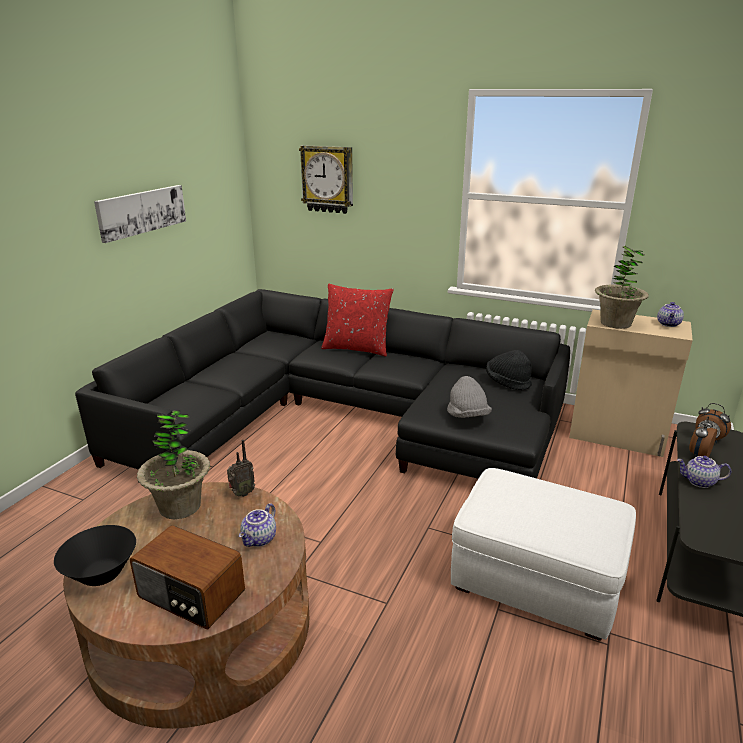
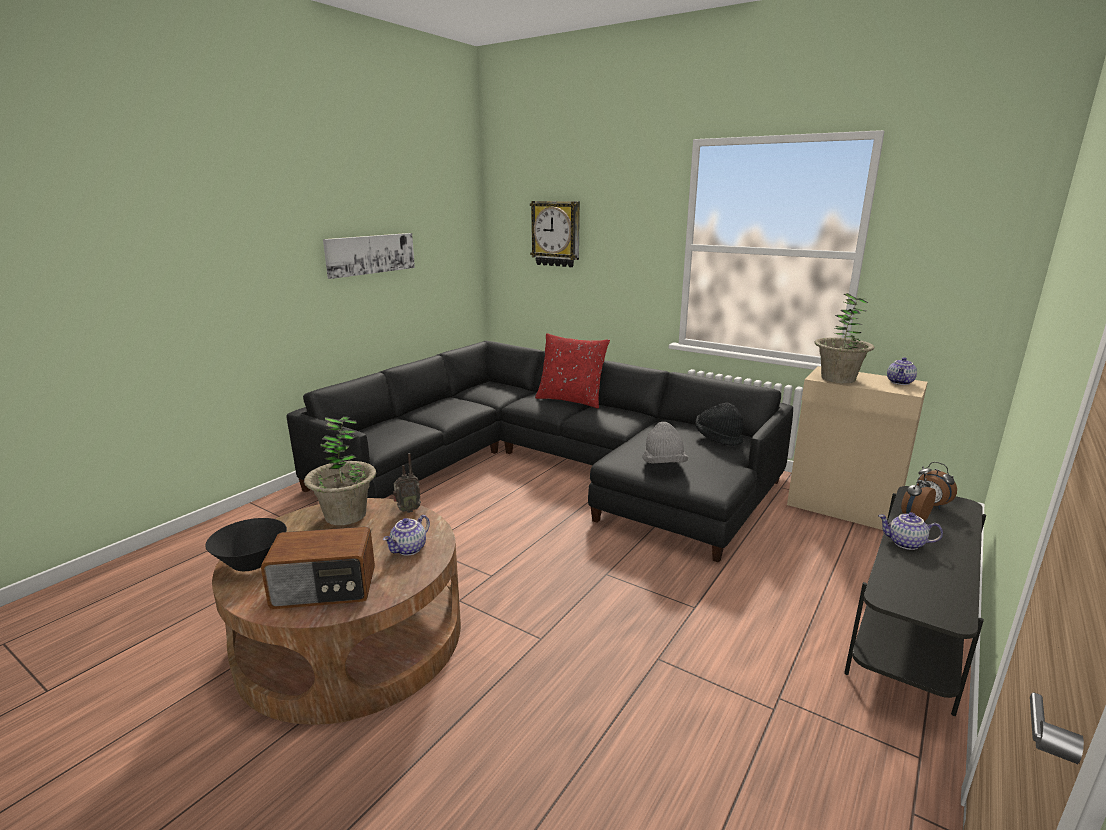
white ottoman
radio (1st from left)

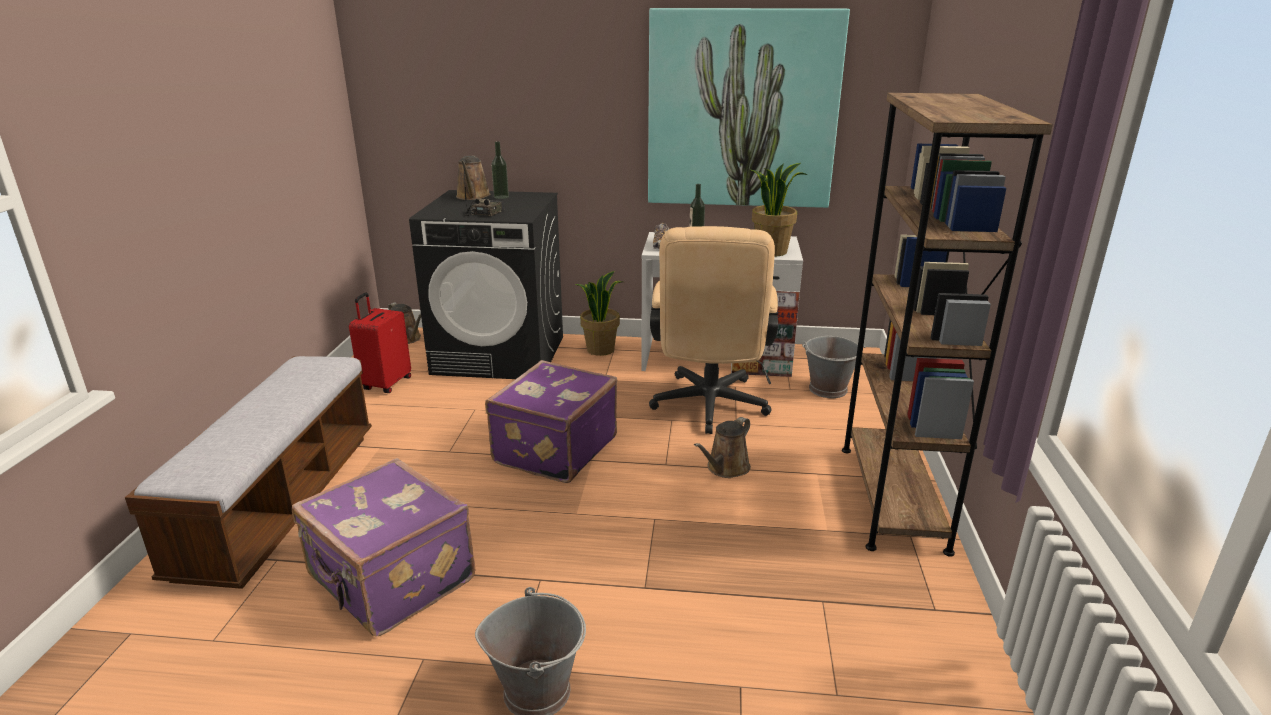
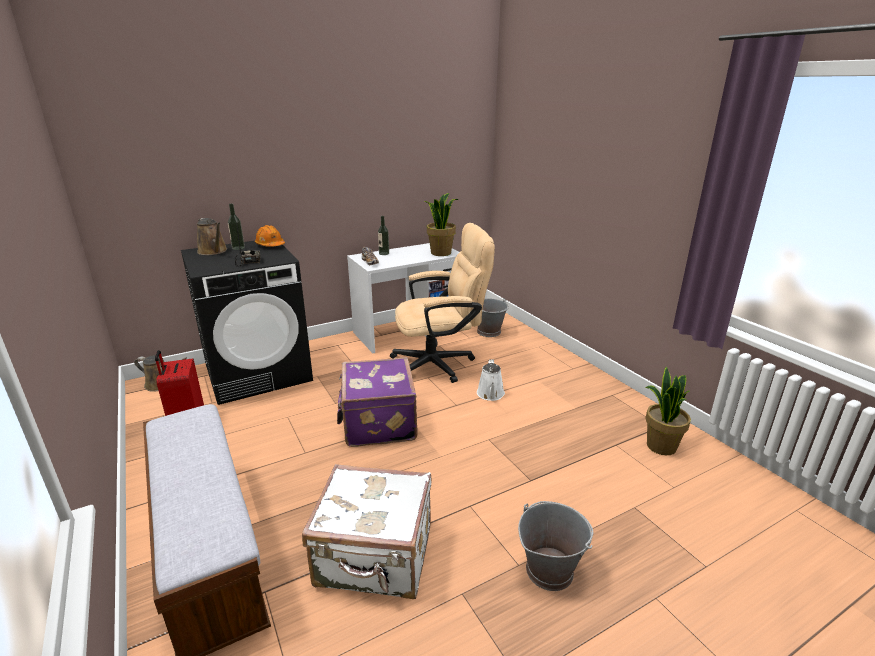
picture
brown bookcase
beige office chair
potted plant (2nd from left)
white watering can
white suitcase
orange hard hat

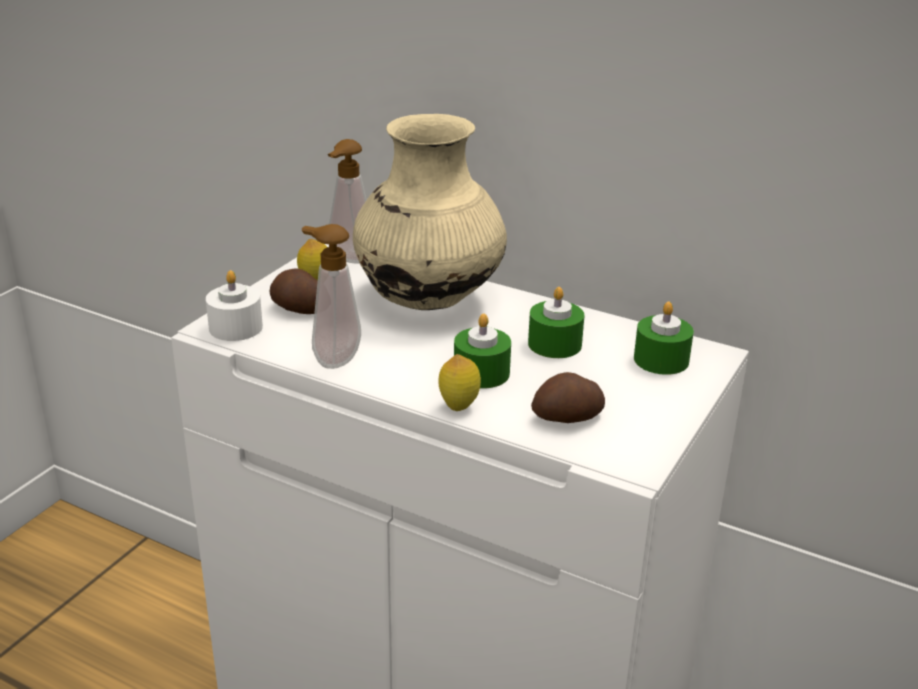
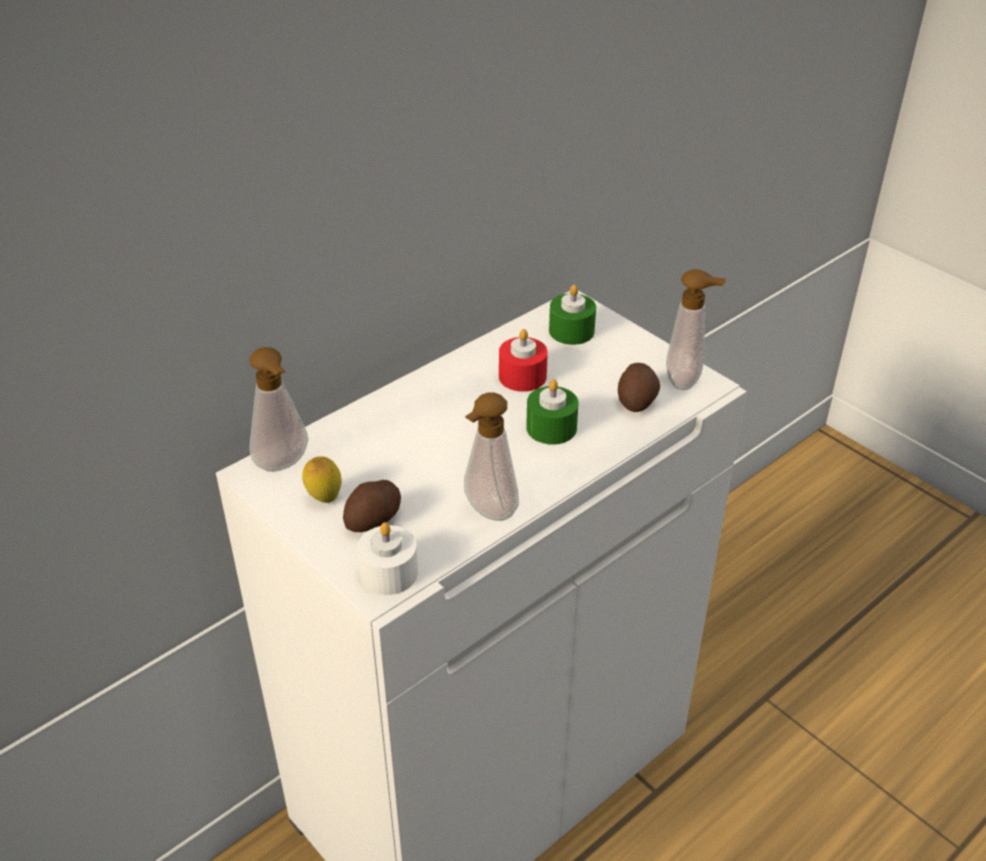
beige vase
red candle
lemon (2nd from left in the first image)
soap dispenser (3rd from left)

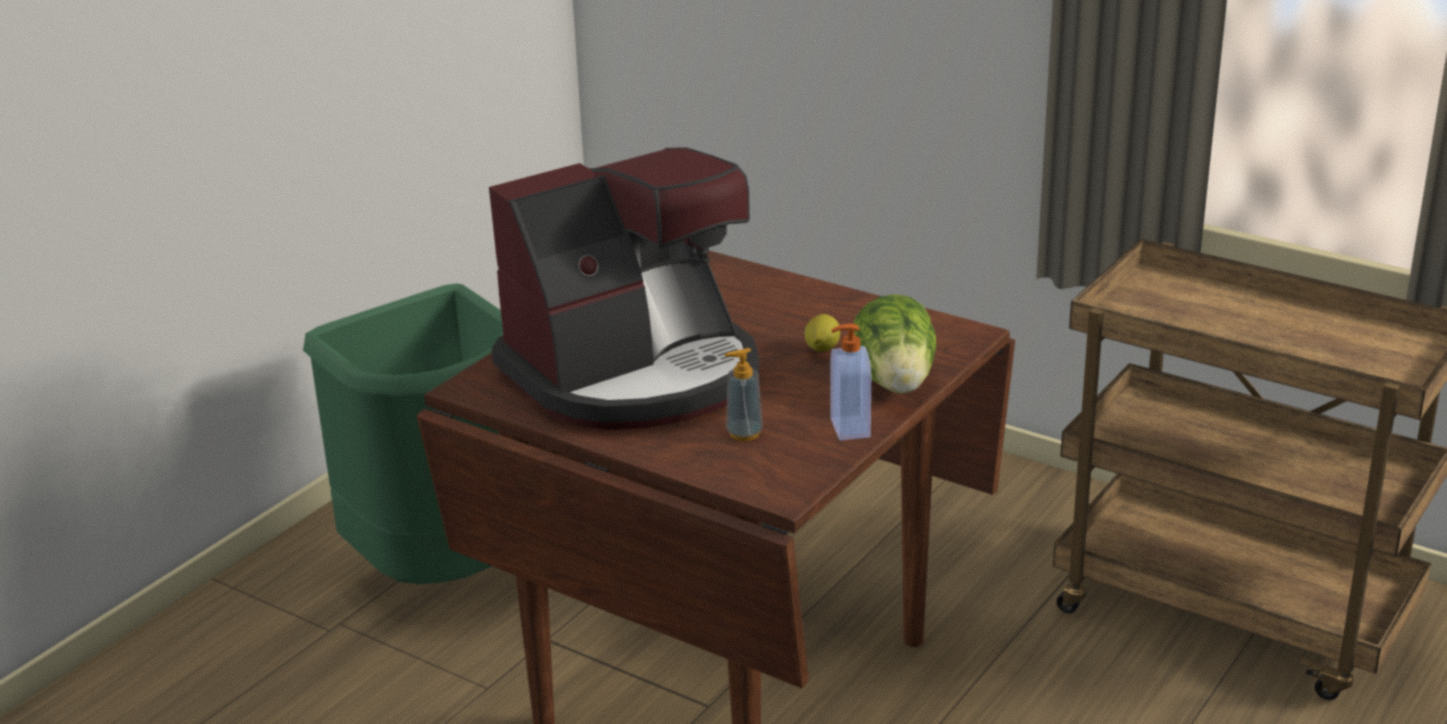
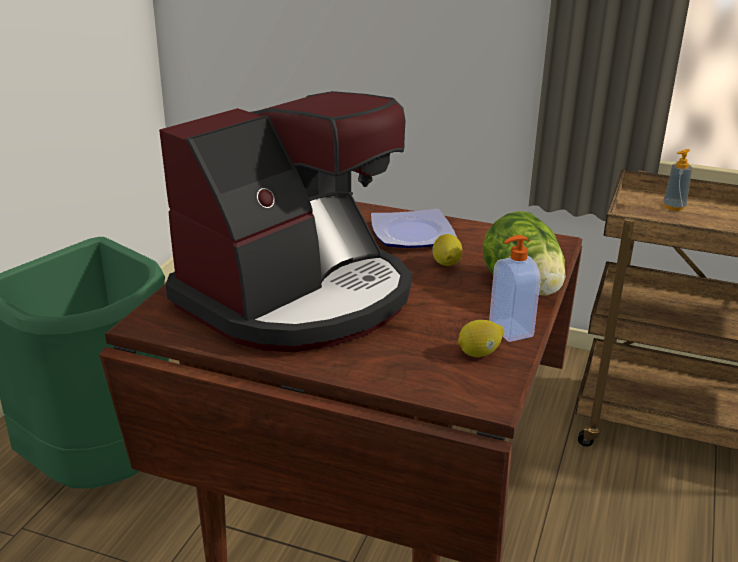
soap dispenser (2nd from left)
plate
lemon (2nd from left)

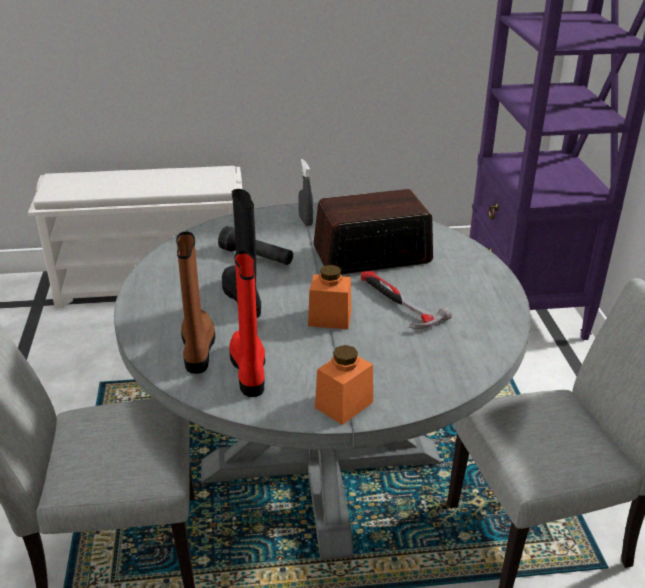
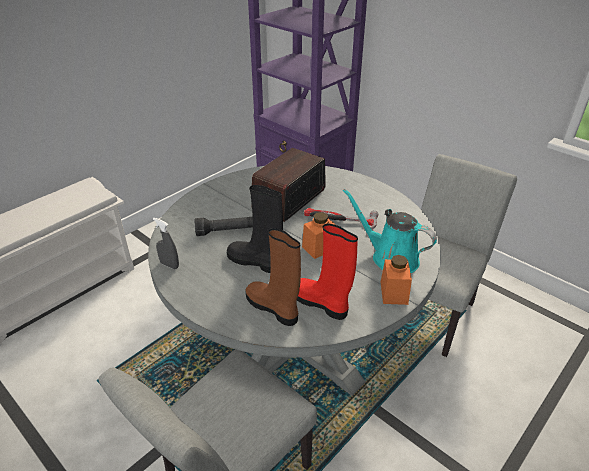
grey spray bottle
turquoise watering can

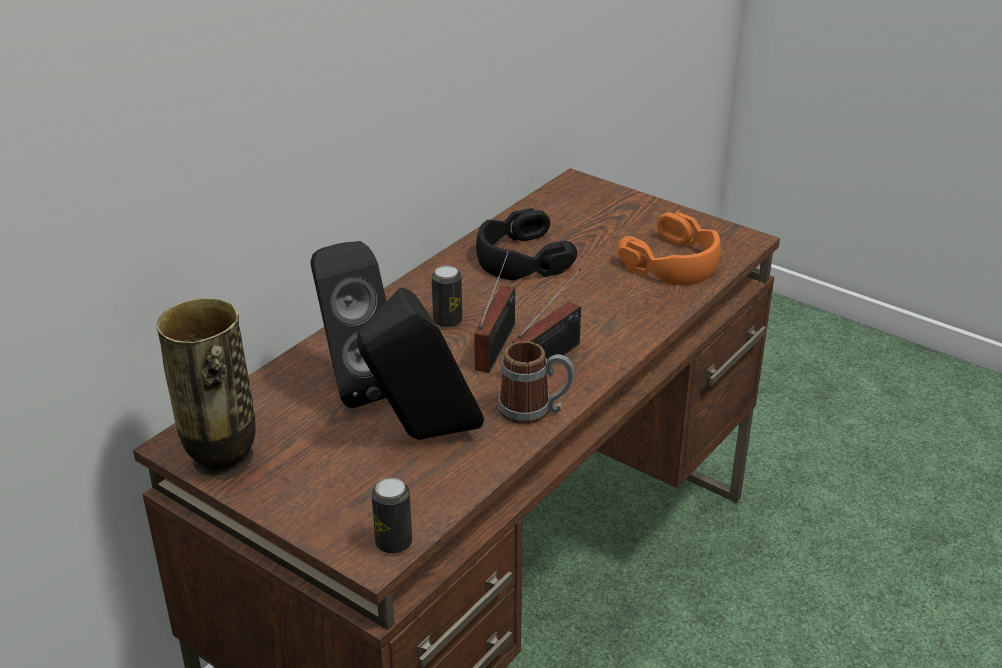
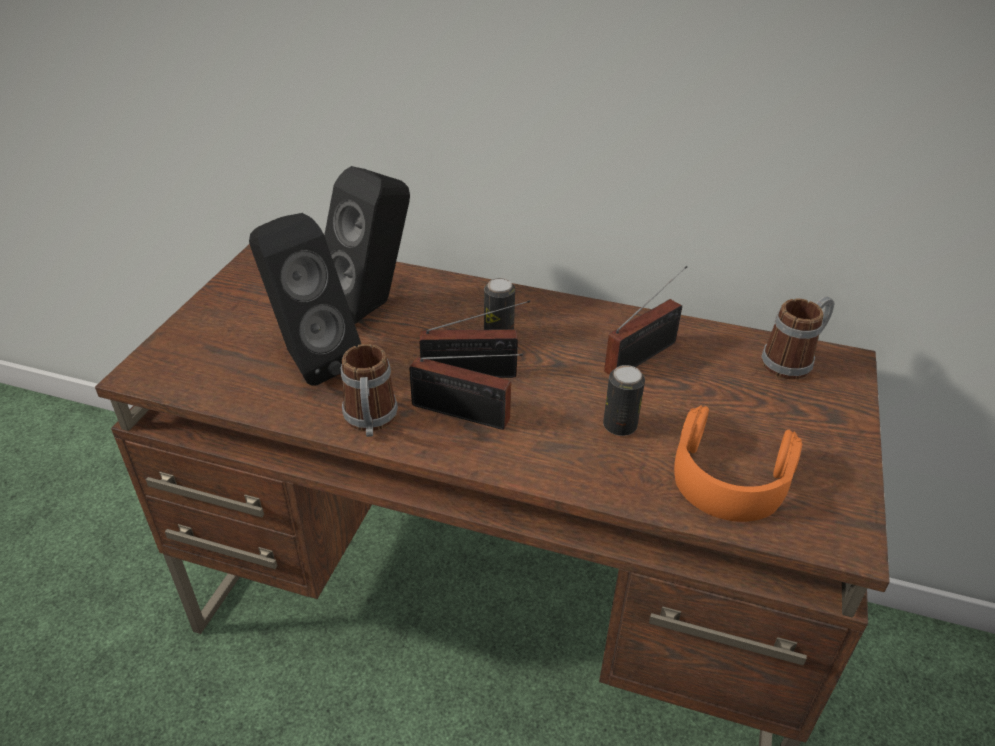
radio (3rd from left)
vase
can (2nd from left)
mug (2nd from left)

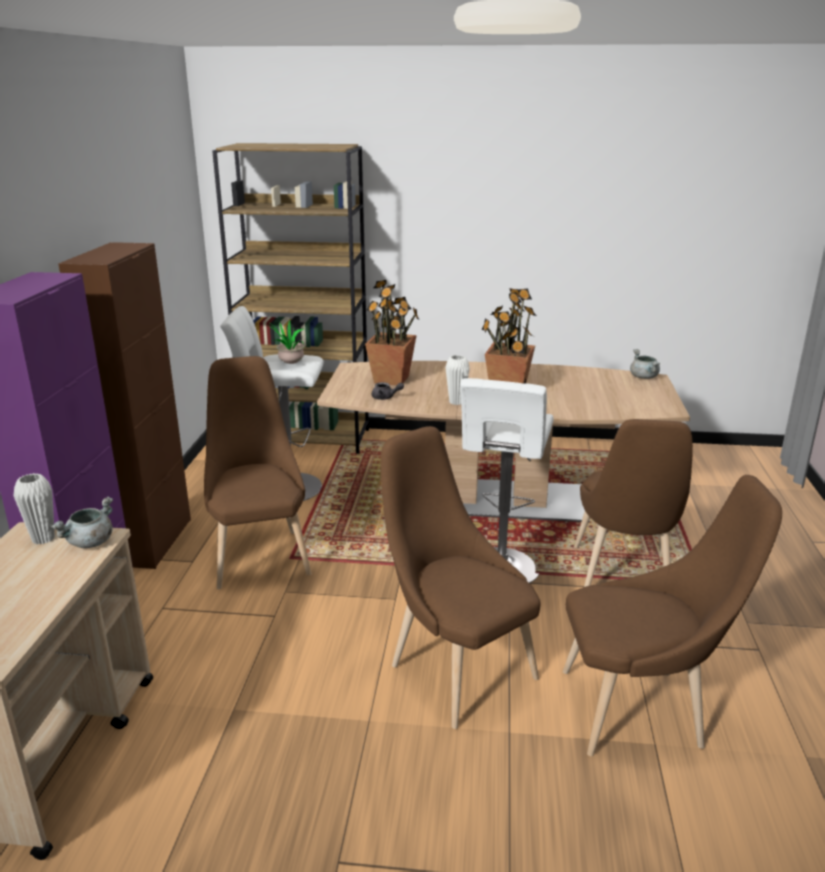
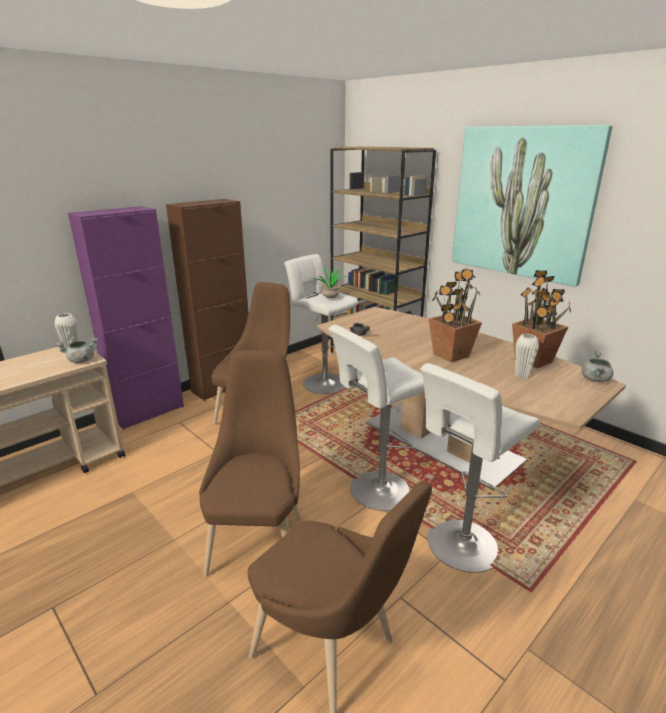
potted plant (3rd from left)
white vase (2nd from left)
white stool (3rd from left)
picture

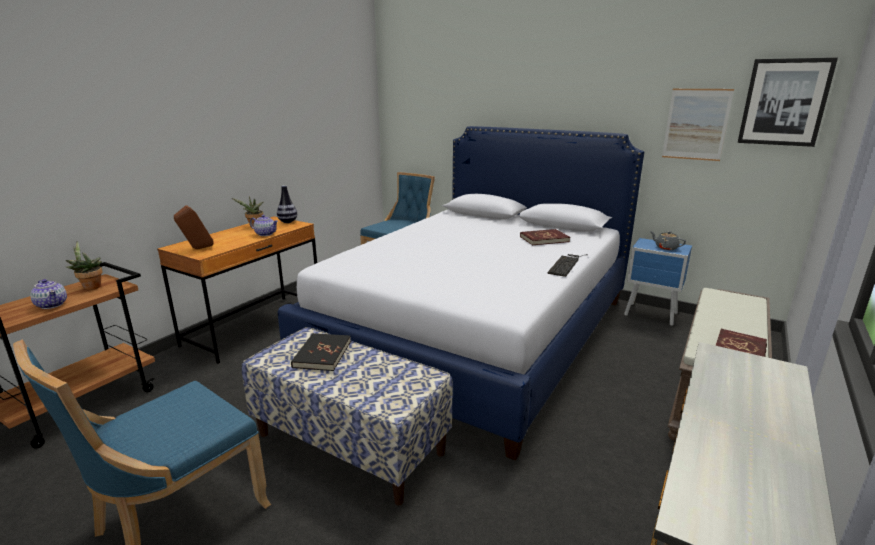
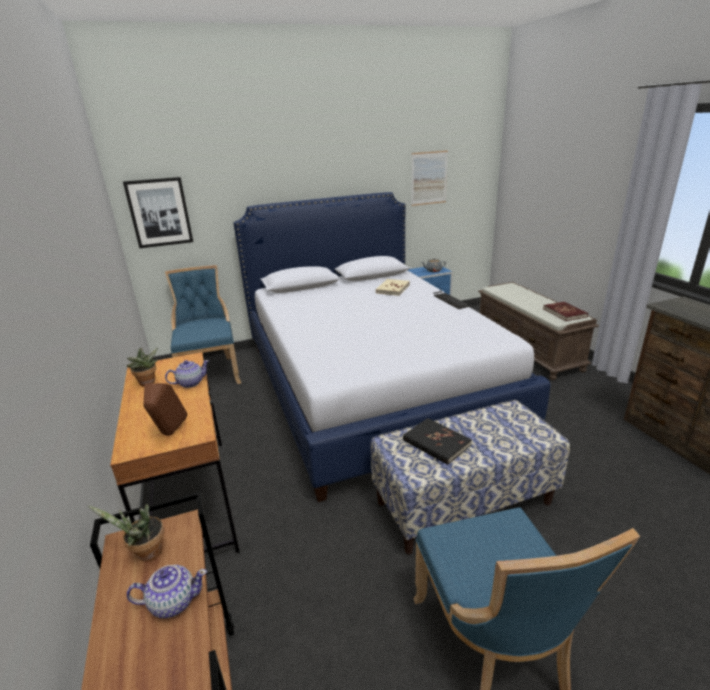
picture (1st from left)
vase
beige book

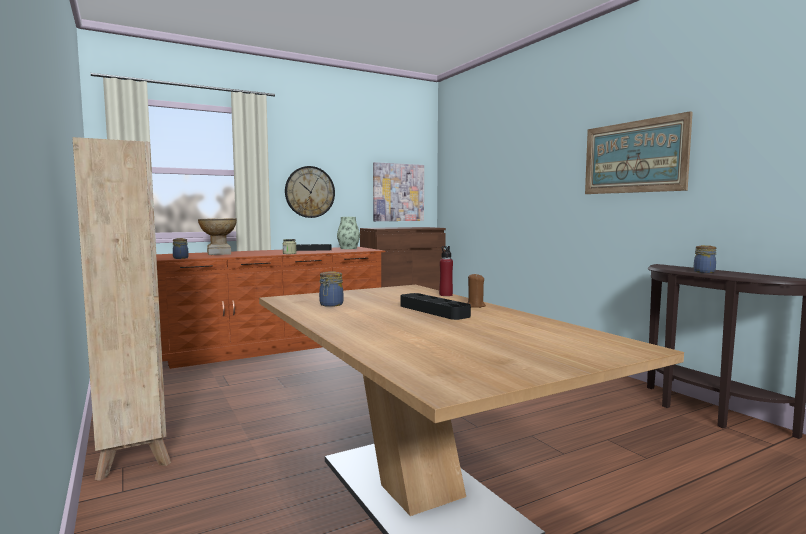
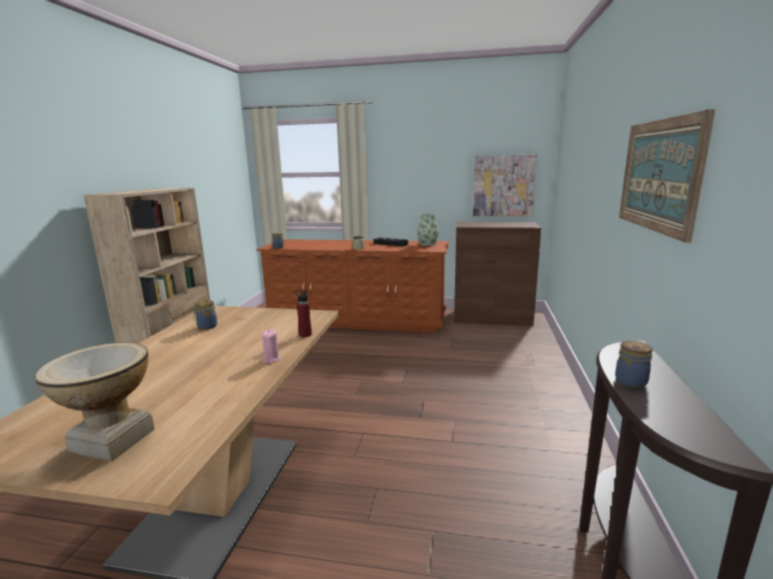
wall clock
vase (1st from left)
pink candle
black tray (2nd from left in the first image)

